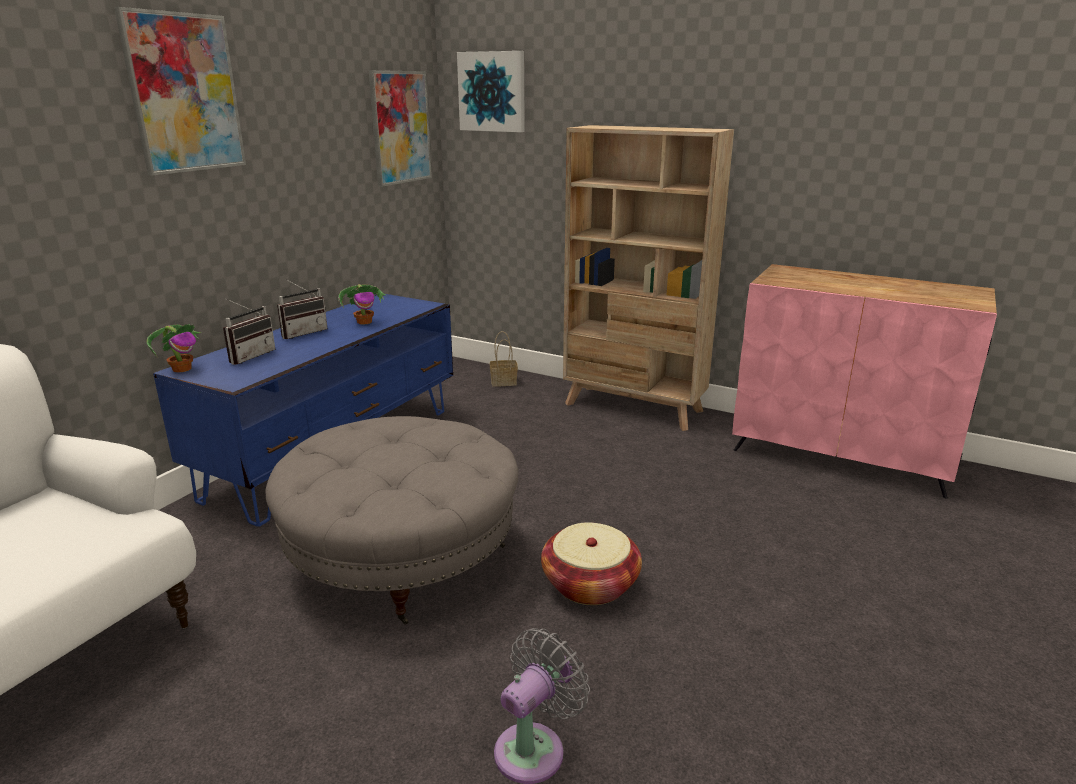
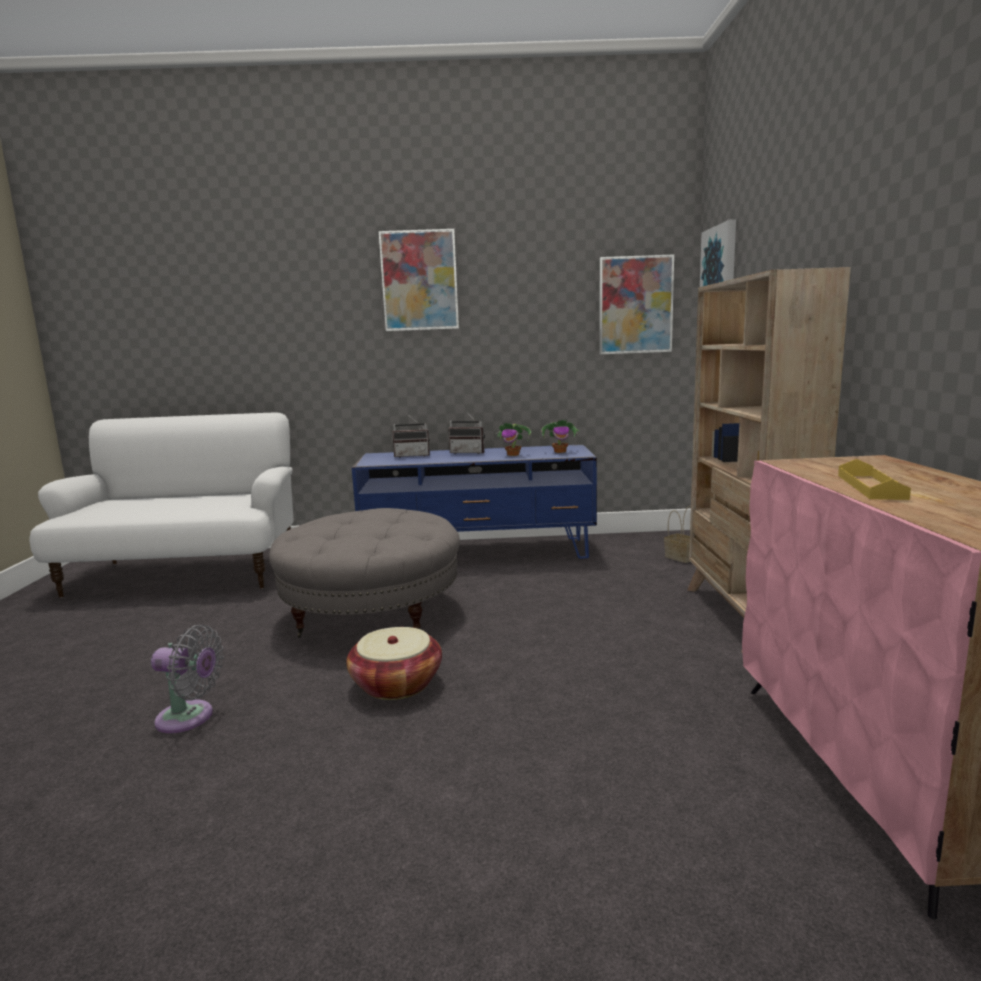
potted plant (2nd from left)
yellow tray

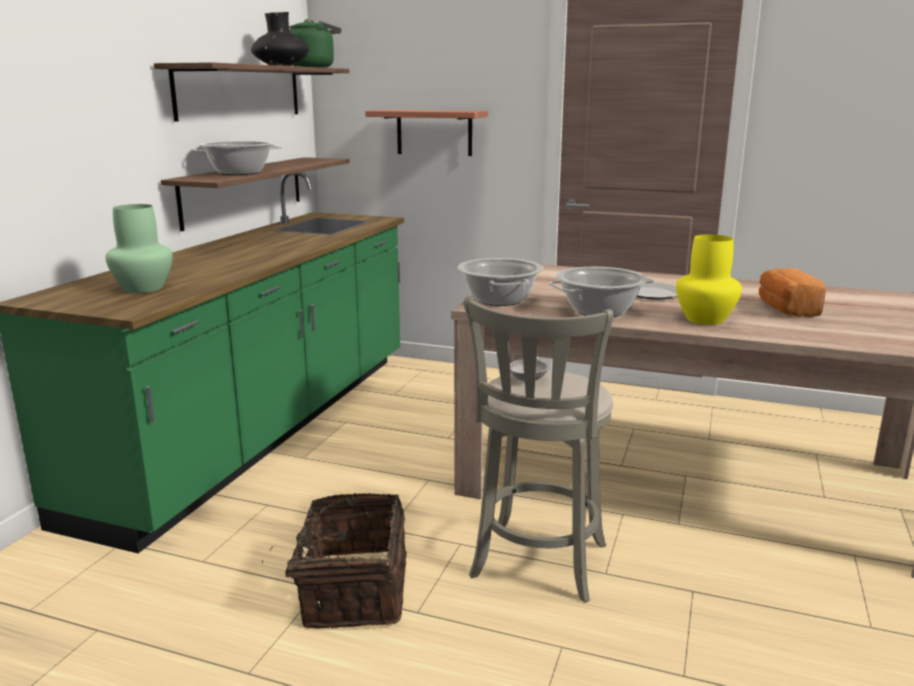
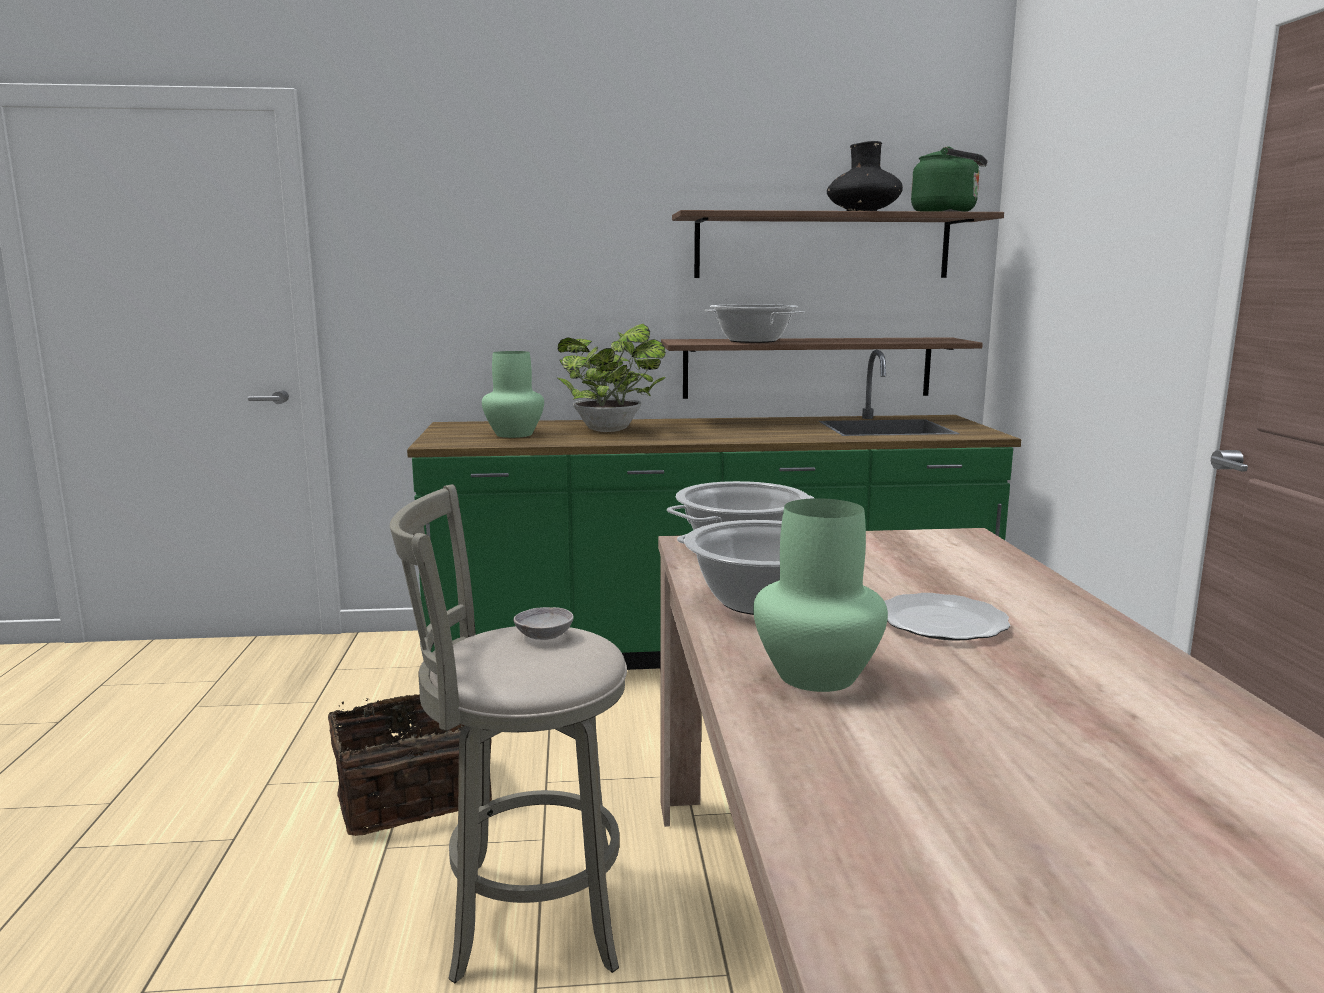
shelf (3rd from left in the first image)
green vase (2nd from left)
bread
potted plant

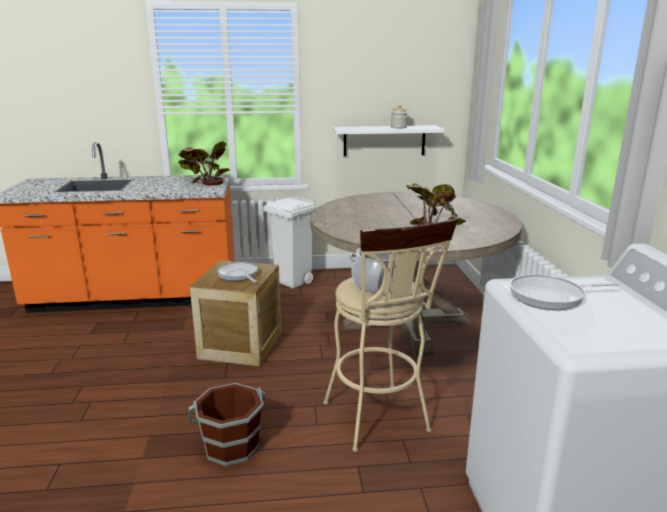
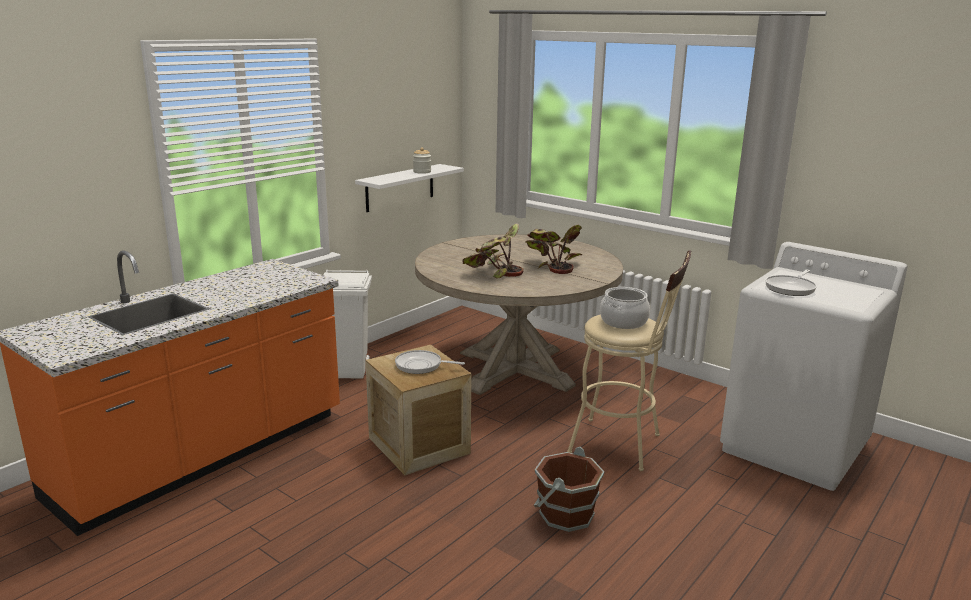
potted plant (1st from left)

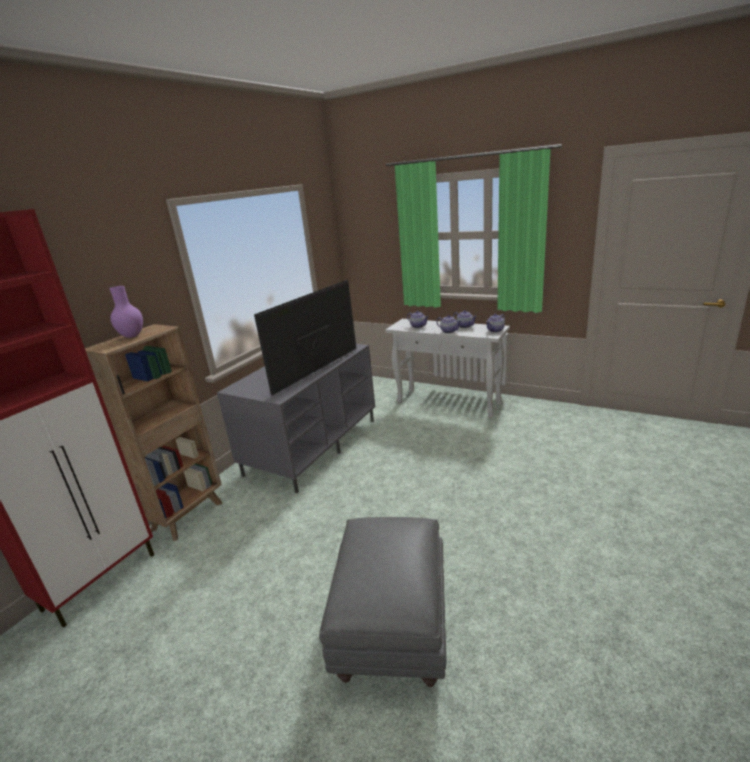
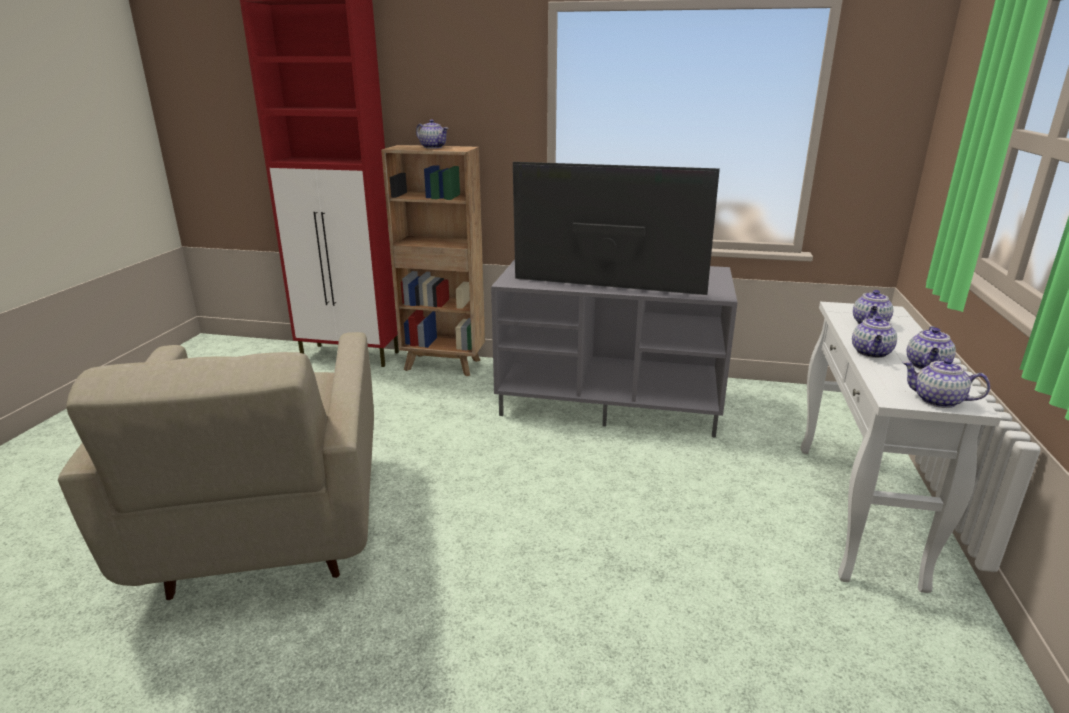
teapot (1st from left)
beige armchair

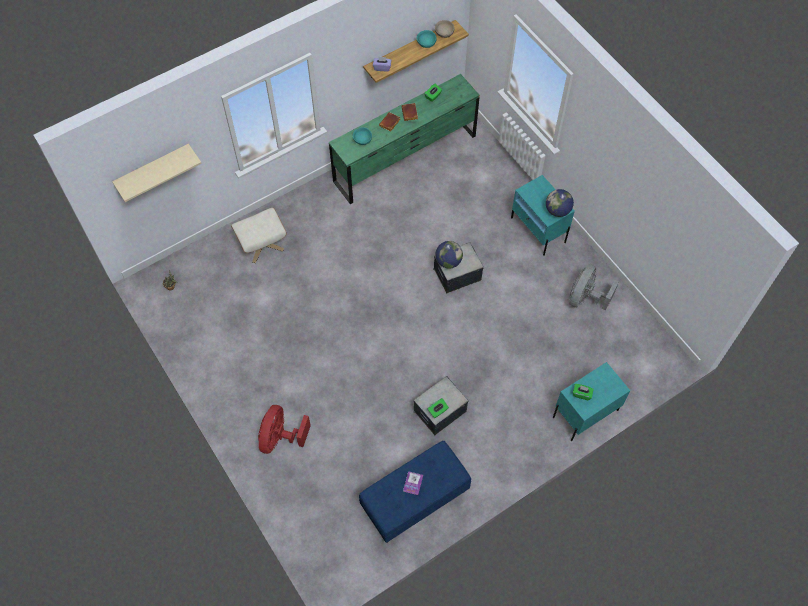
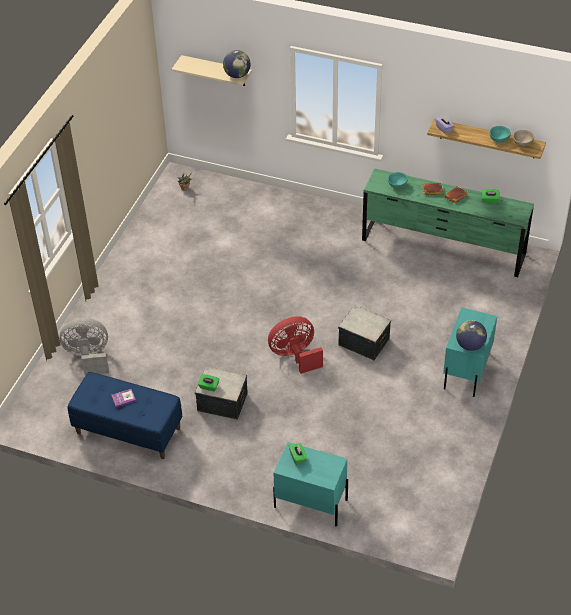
beige ottoman
globe (1st from left)
grey fan
red fan

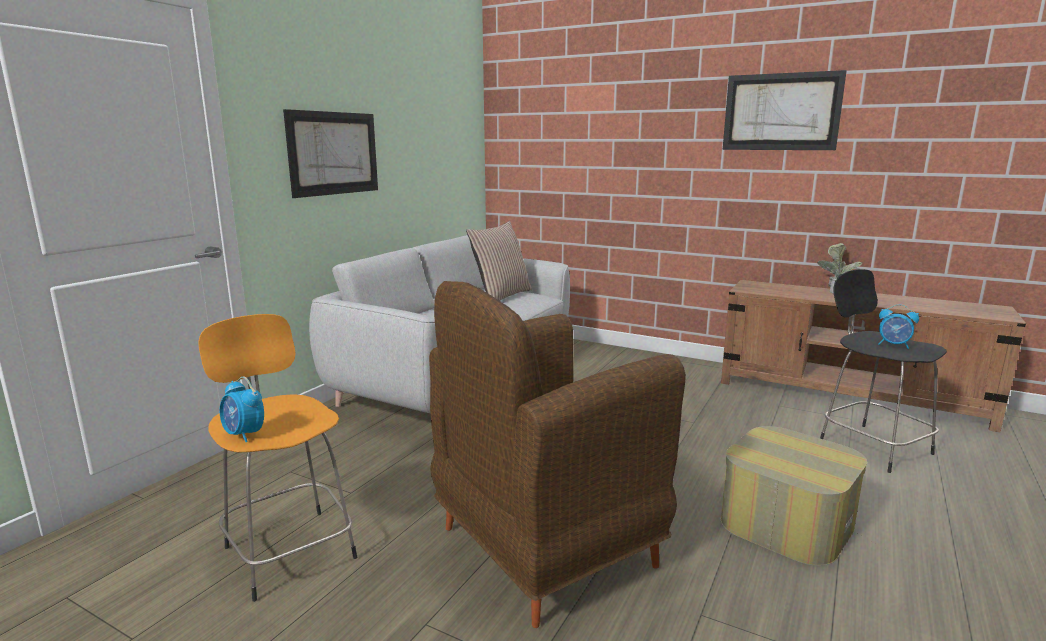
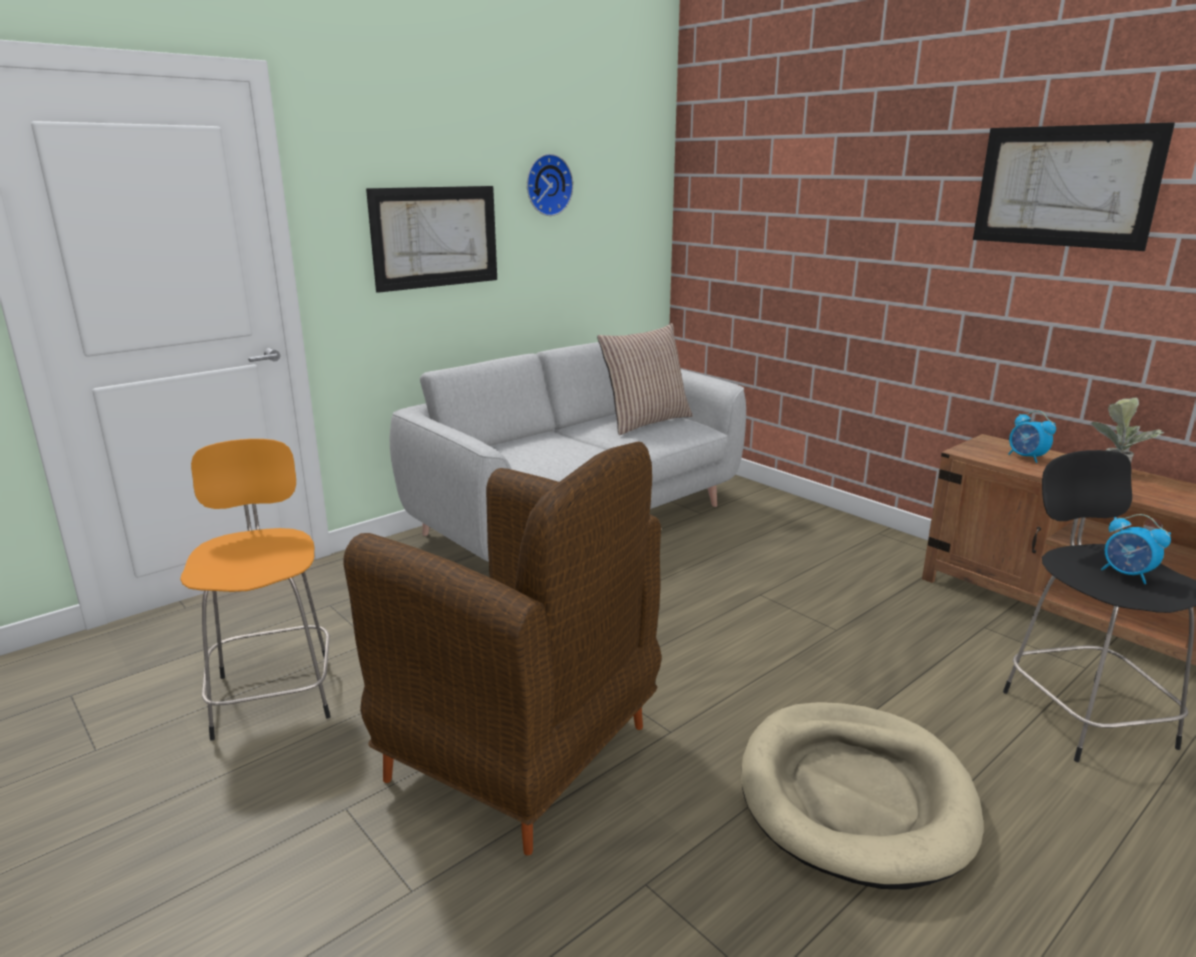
brown armchair
alarm clock (1st from left)
beige dog bed
wall clock

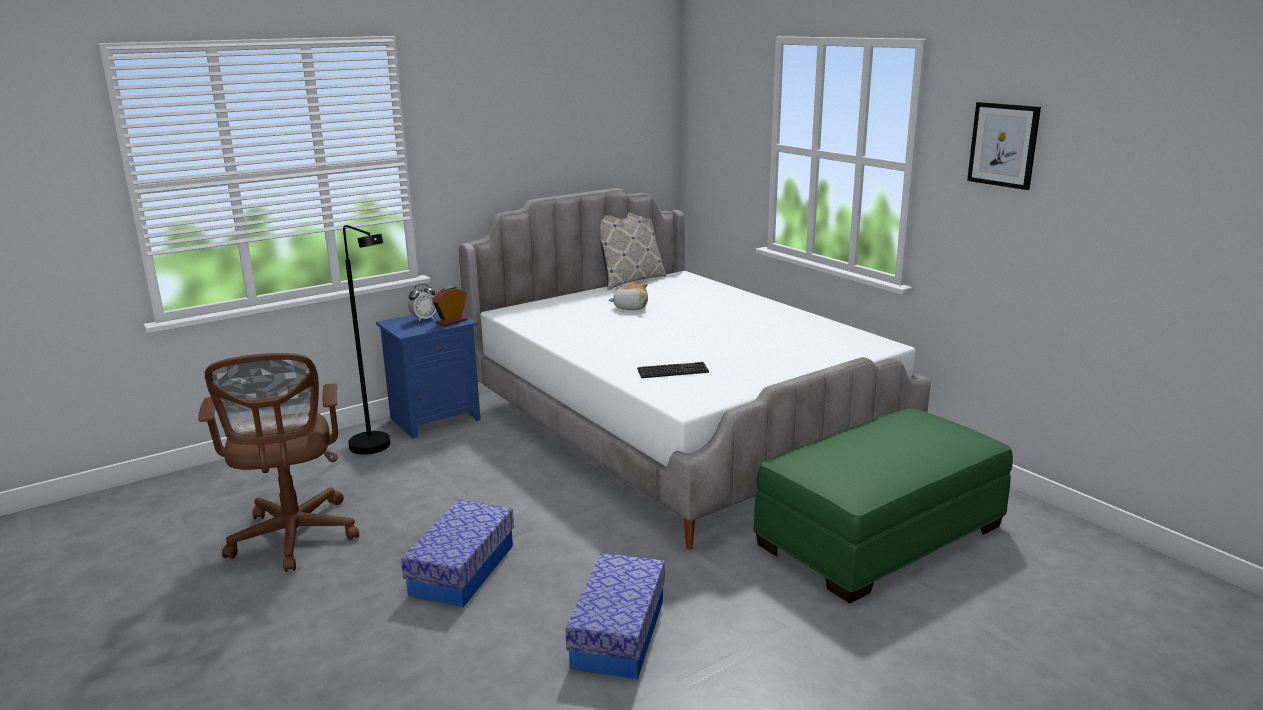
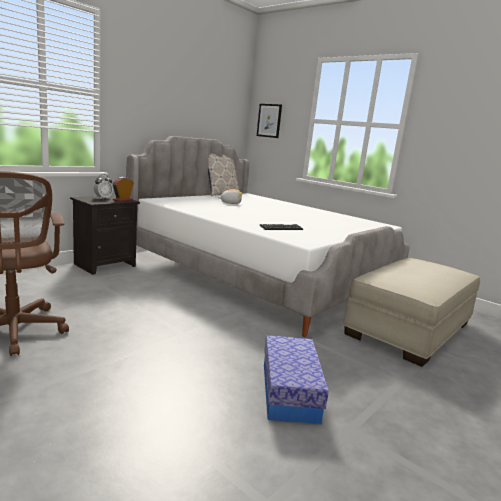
picture
black floor lamp
black nightstand
beige ottoman
storage box (1st from left in the first image)

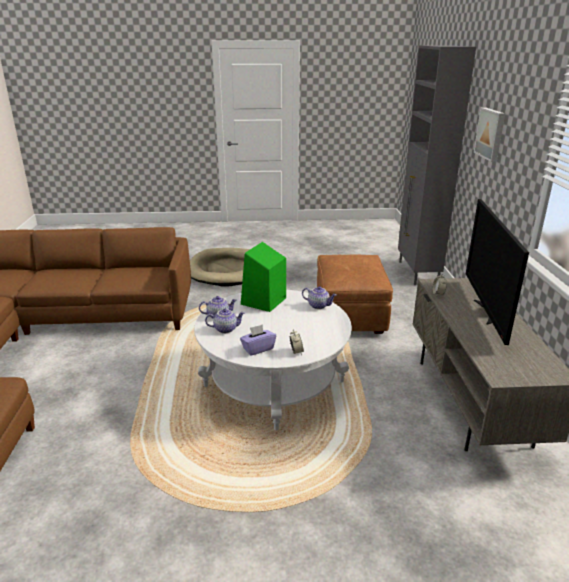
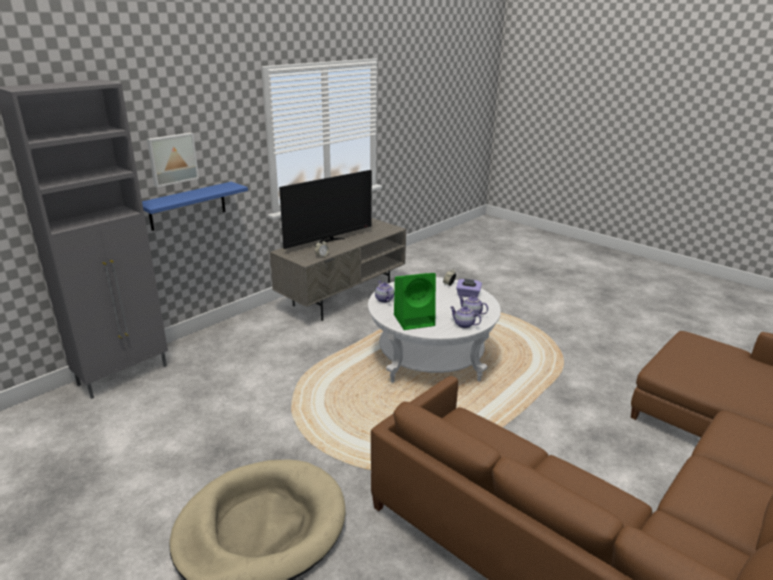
brown ottoman
blue shelf

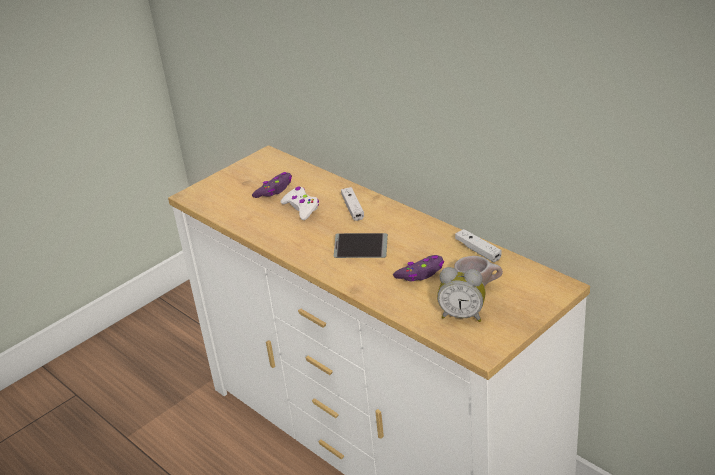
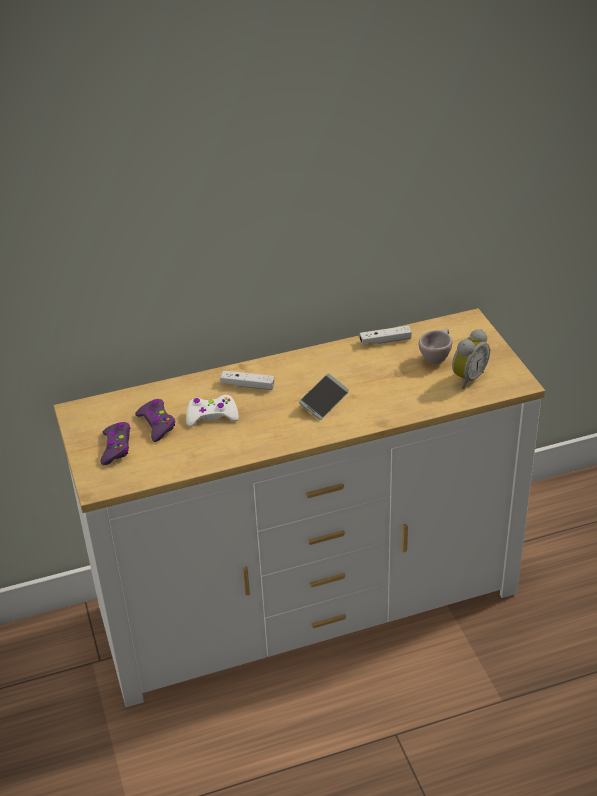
purple game controller (1st from left)

